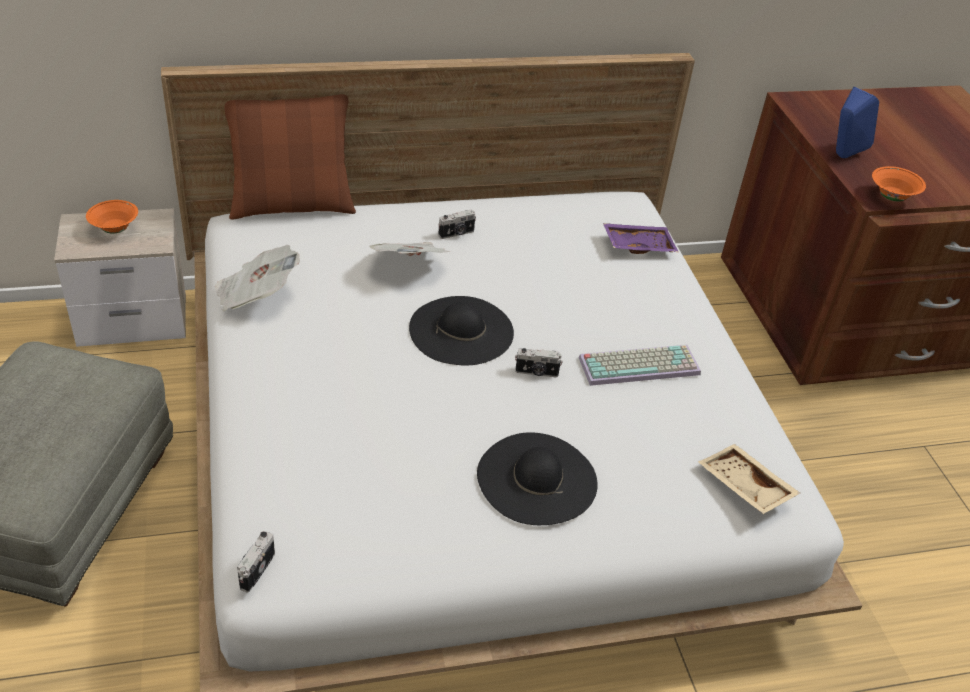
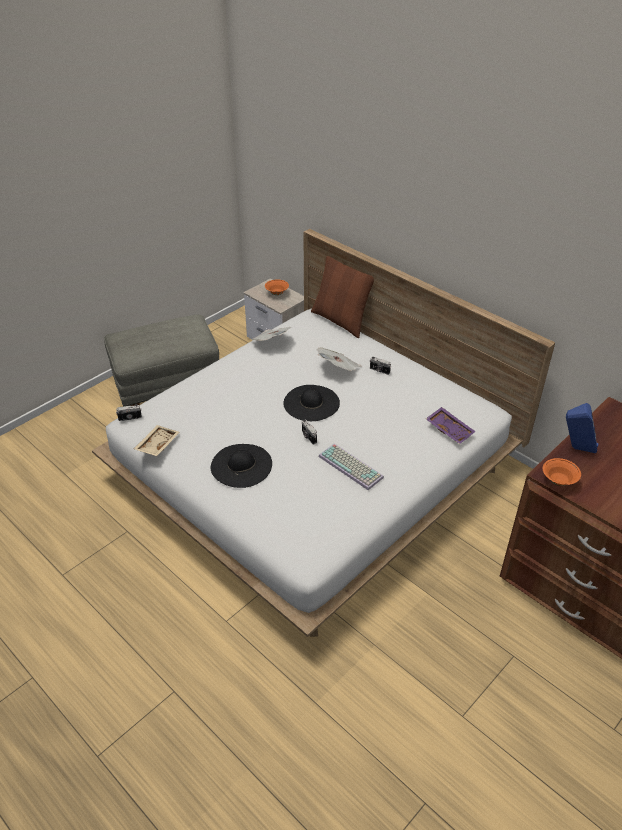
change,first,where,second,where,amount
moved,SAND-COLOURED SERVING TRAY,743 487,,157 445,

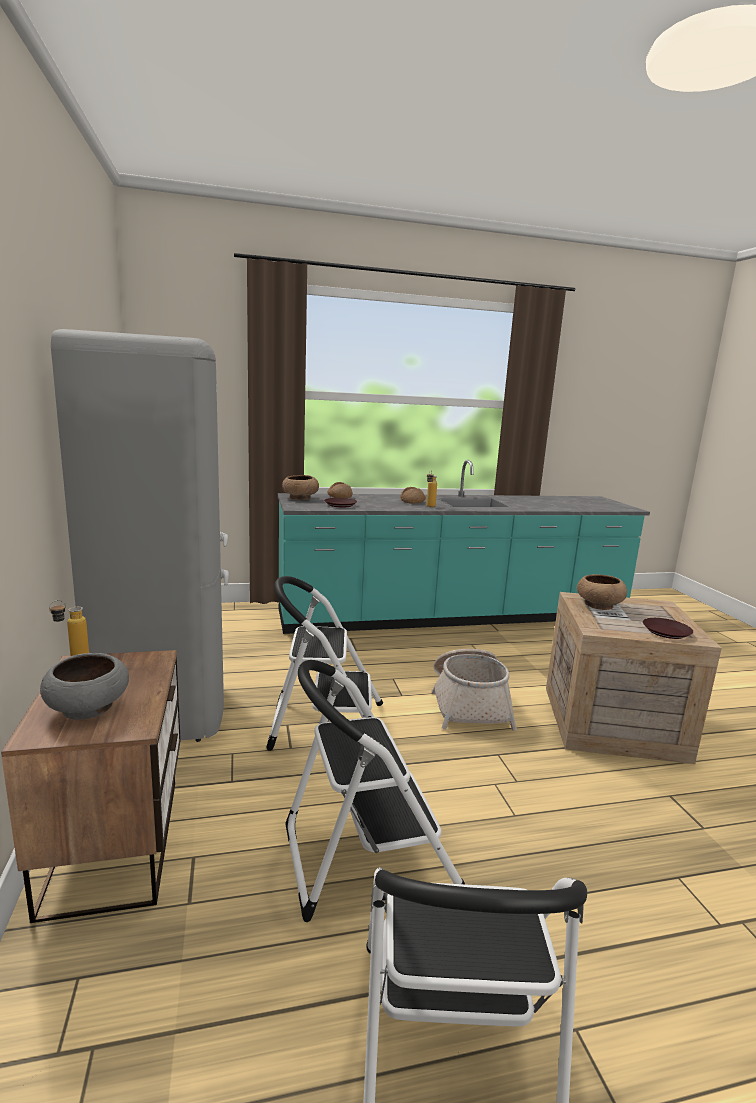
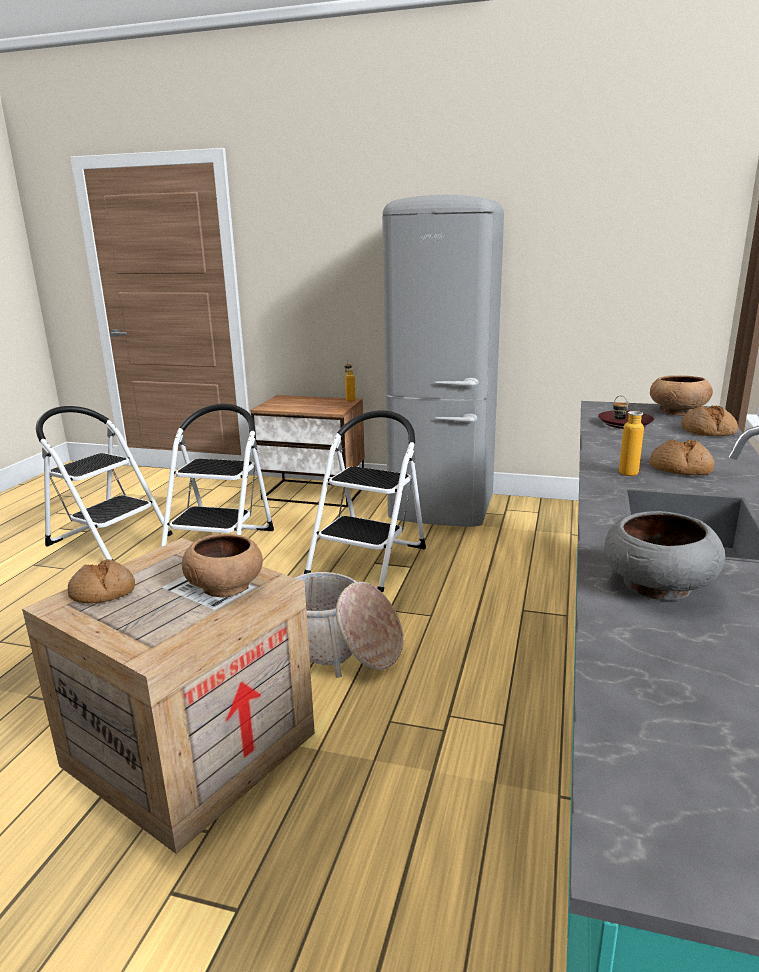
change,first,where,second,where,amount
replaced,BROWNISH FLAT DISH,666 632,BAKERY BREAD,103 593,
moved,GREY SERVING BOWL,88 708,,657 586,

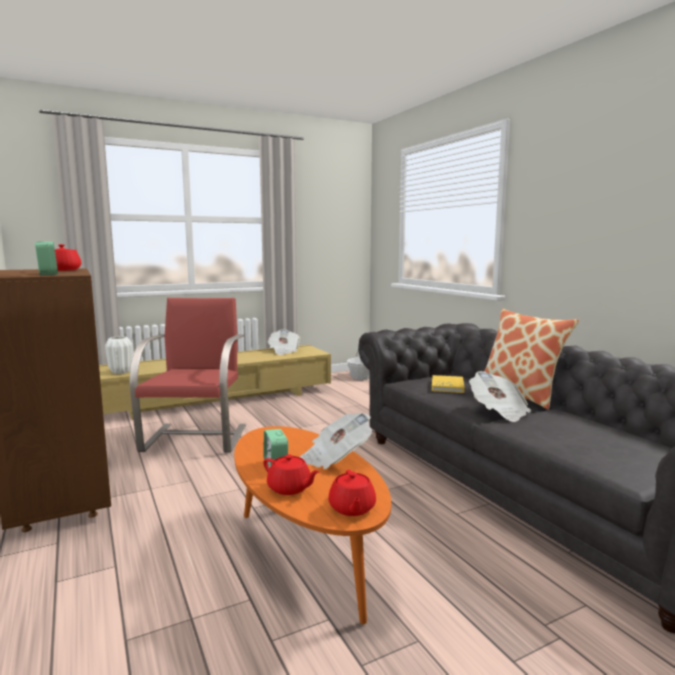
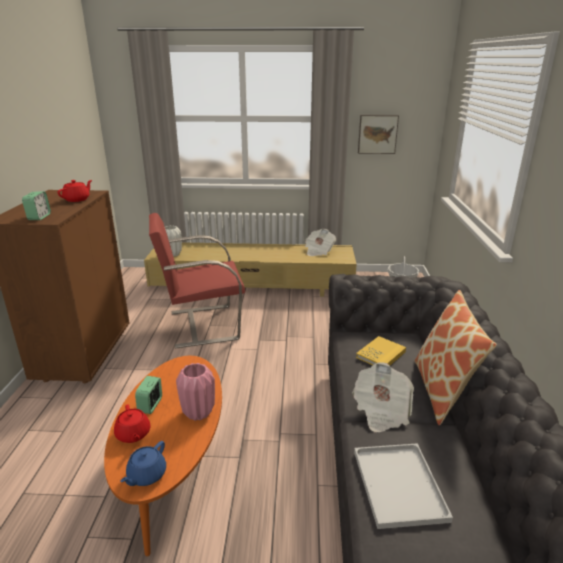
change,first,where,second,where,amount
turned,RED EASY CHAIR,196 437,,202 325,135 degrees counterclockwise
replaced,DAILY PAPER,335 458,PINK FLOWER VASE,198 413,
recoloured,RED TEAPOT,352 508,BLUE-COLOURED TEAPOT,146 475,
added,,,PICTURE,377 134,
added,,,WHITISH SERVING TRAY,397 483,

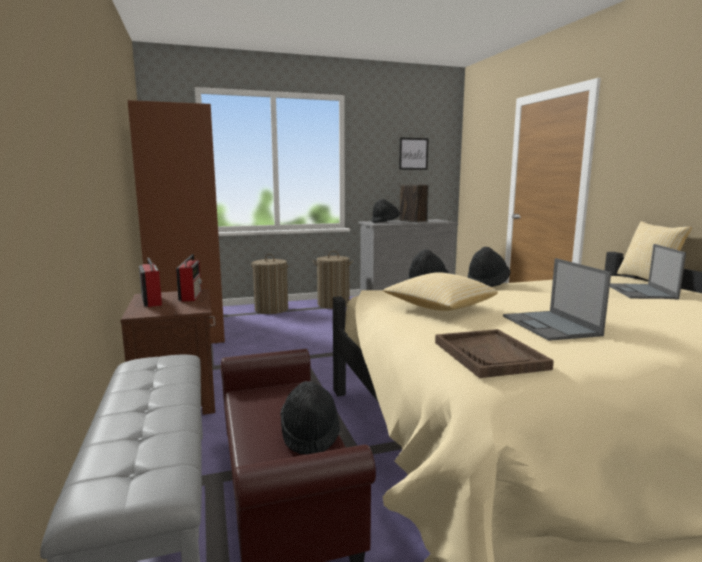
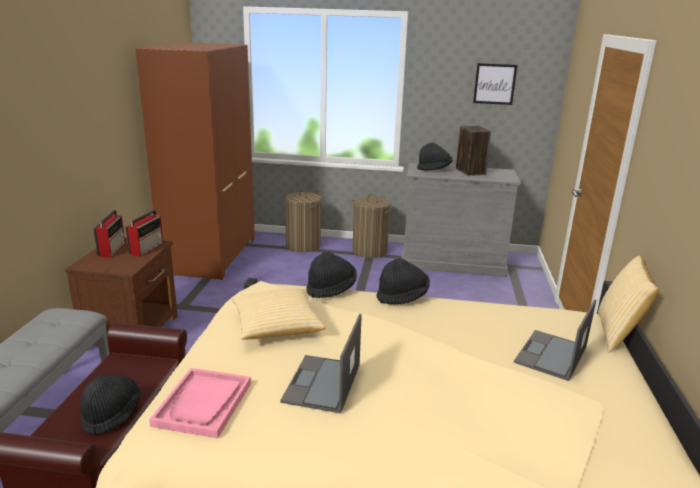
change,first,where,second,where,amount
recoloured,BROWNISH SERVING TRAY,489 355,PINK SERVING TRAY,203 404,

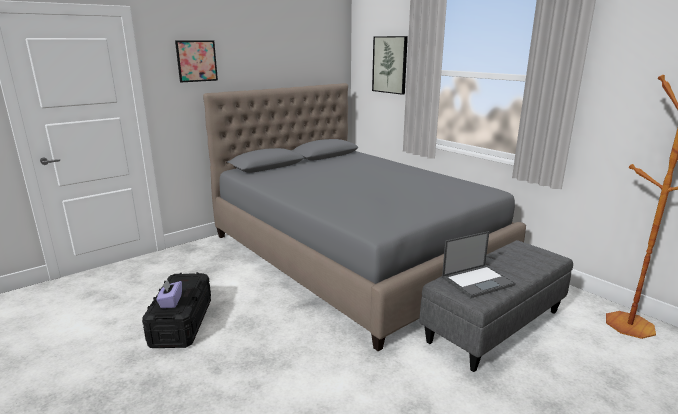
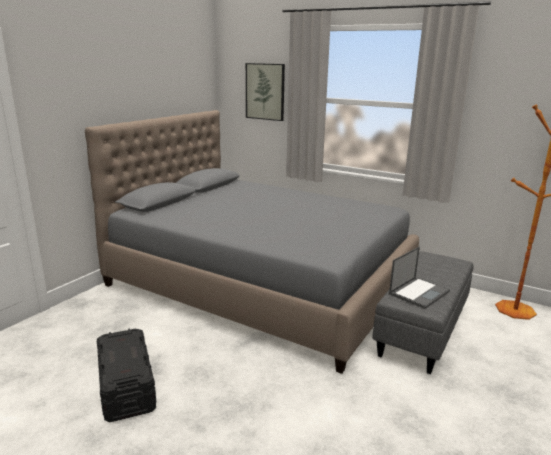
change,first,where,second,where,amount
removed,PICTURE,196 61,,,
removed,PURPLE-COLOURED BOX OF TISSUES,171 302,,,

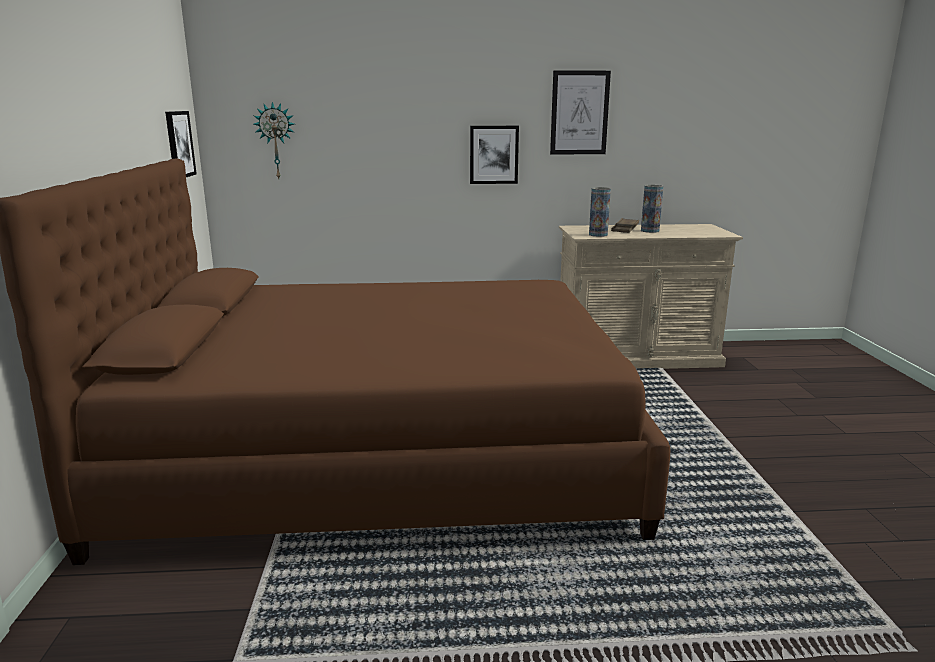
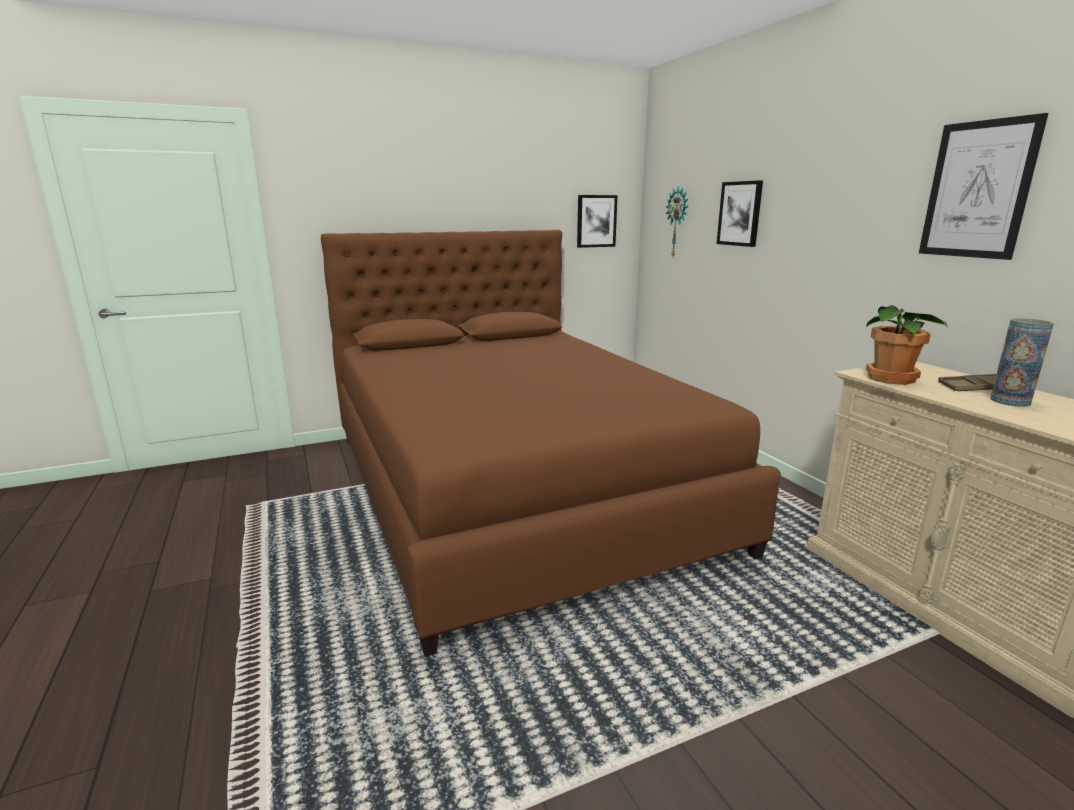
change,first,where,second,where,amount
moved,PICTURE,494 154,,740 213,
replaced,FLOWER VASE,598 235,PLANT IN A POT,892 378,

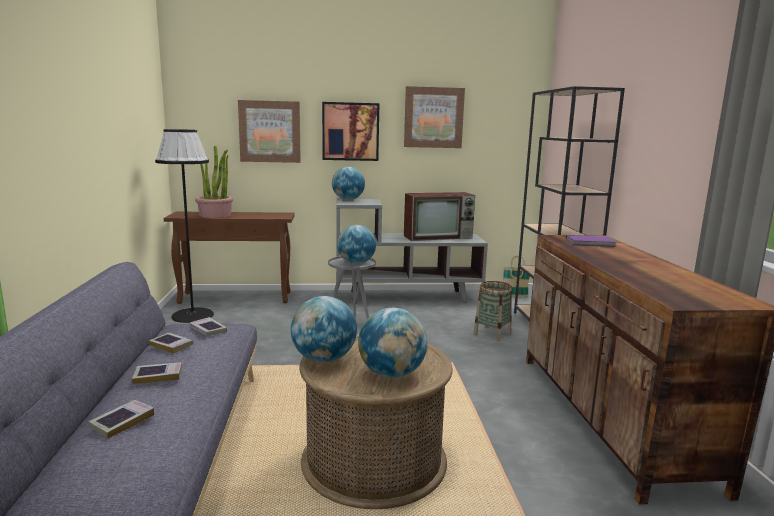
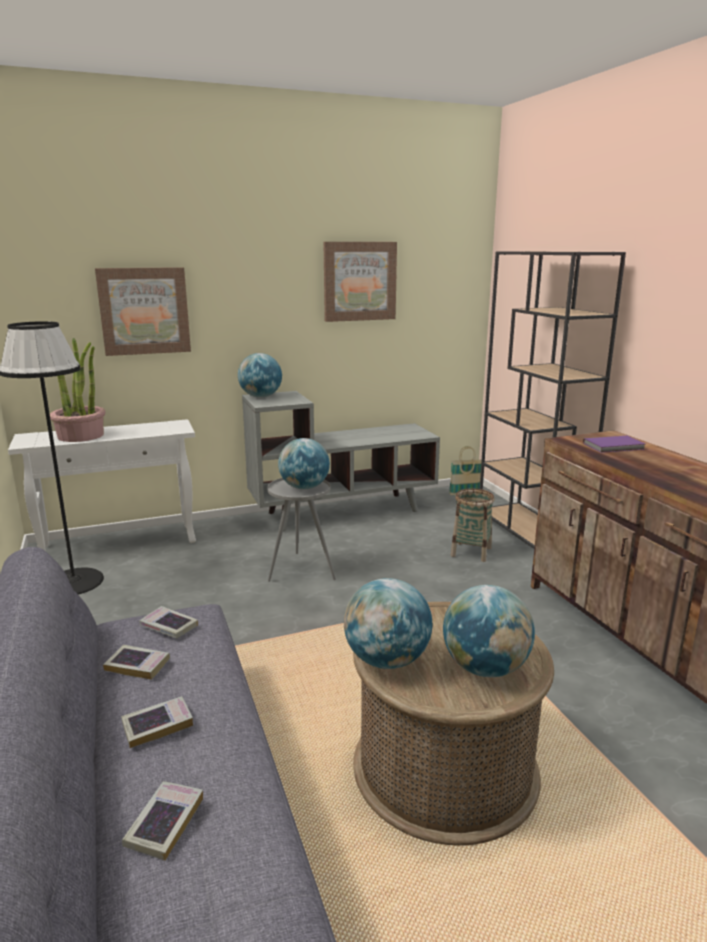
change,first,where,second,where,amount
removed,PICTURE,350 131,,,
removed,TV SET,439 237,,,
recoloured,BROWNISH CONSOLE TABLE,236 298,WHITISH CONSOLE TABLE,120 543,

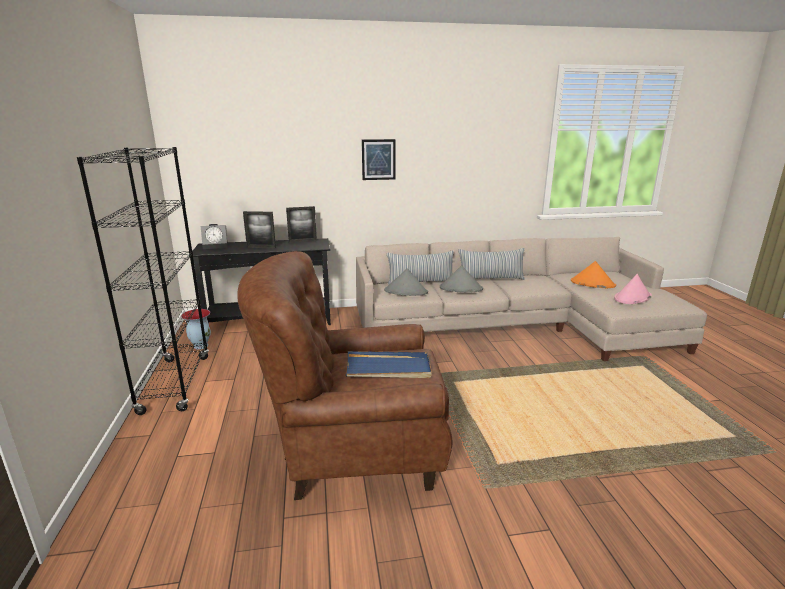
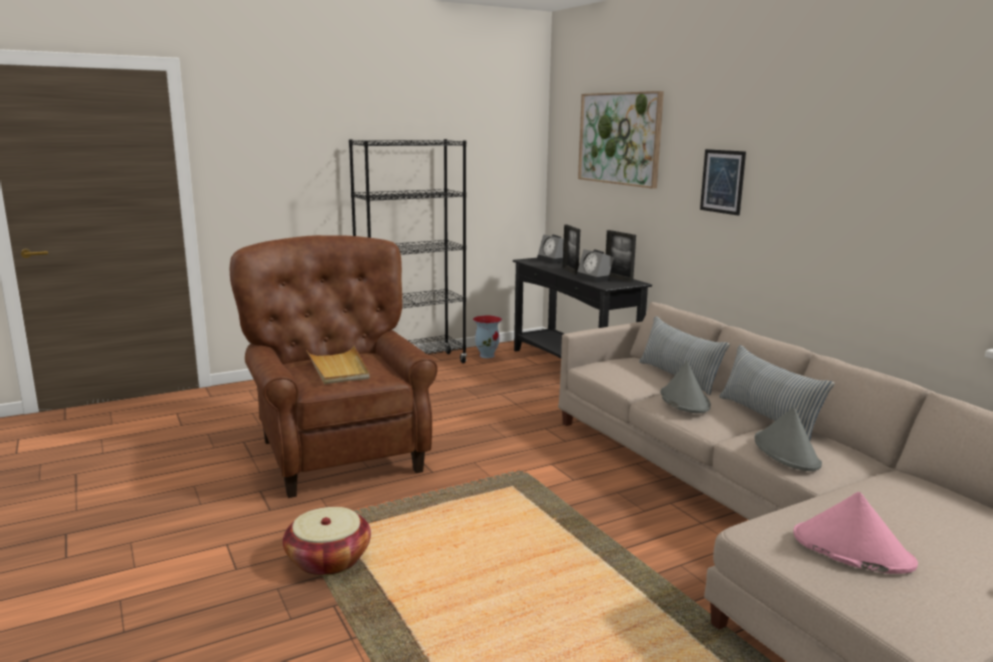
change,first,where,second,where,amount
removed,ORANGE HAT,592 283,,,
moved,GREY HAT,406 291,,787 452,
recoloured,BLUE-COLOURED SERVING TRAY,388 368,SAND-COLOURED SERVING TRAY,338 368,
added,,,PICTURE,619 138,
added,,,ALARM CLOCK,594 278,
added,,,BASKET,328 560,

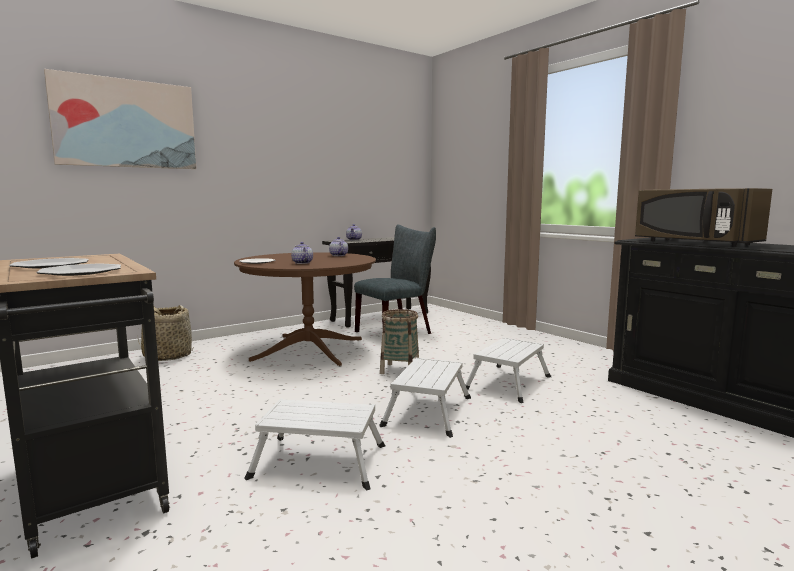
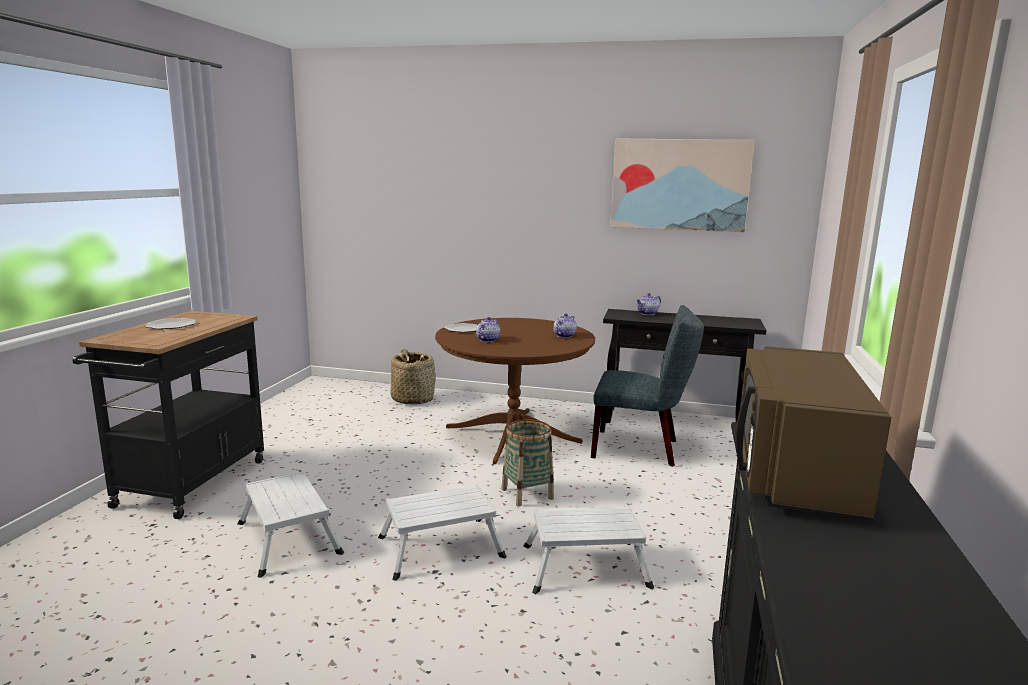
change,first,where,second,where,amount
moved,PICTURE,126 124,,679 185,
removed,FLAT DISH,81 272,,,

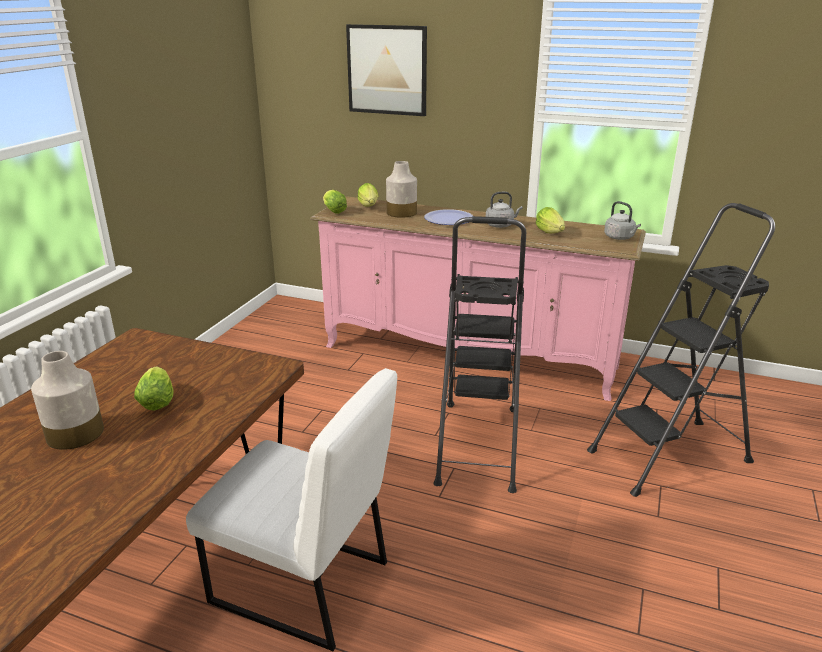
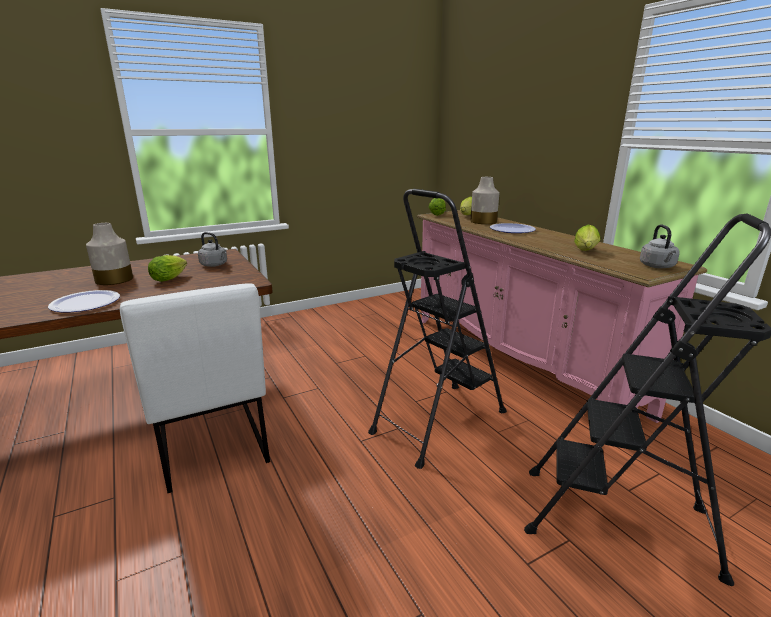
change,first,where,second,where,amount
removed,PICTURE,387 70,,,
moved,GREY TEA KETTLE,501 225,,215 265,
added,,,FLAT DISH,85 303,

